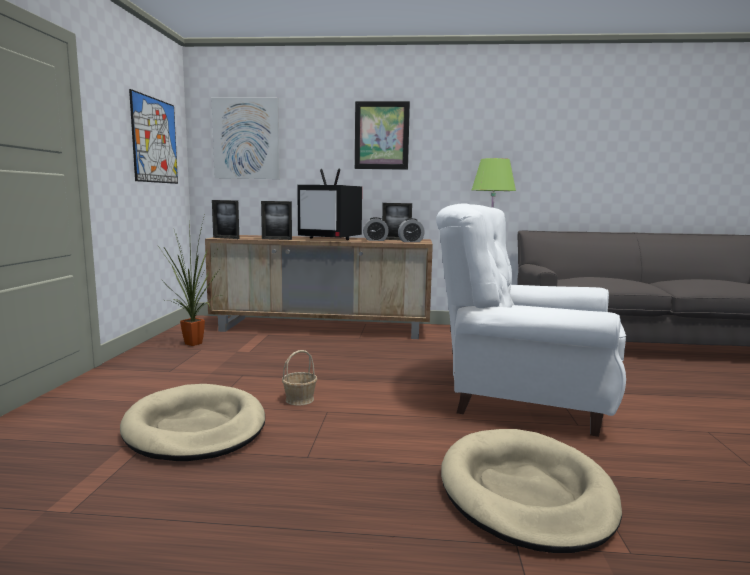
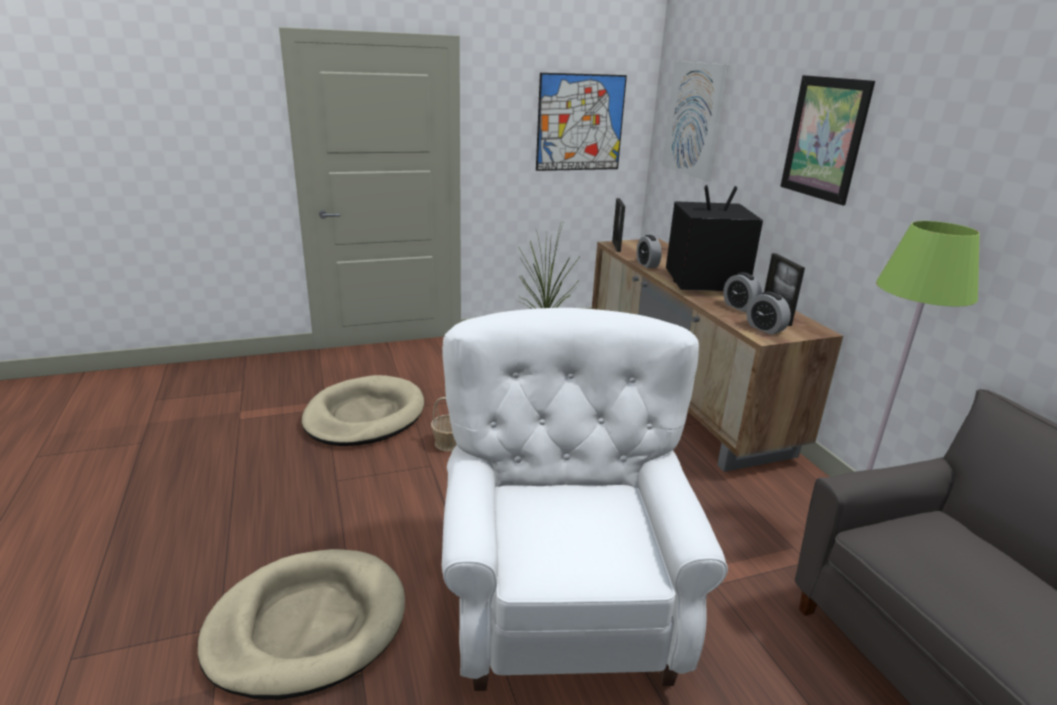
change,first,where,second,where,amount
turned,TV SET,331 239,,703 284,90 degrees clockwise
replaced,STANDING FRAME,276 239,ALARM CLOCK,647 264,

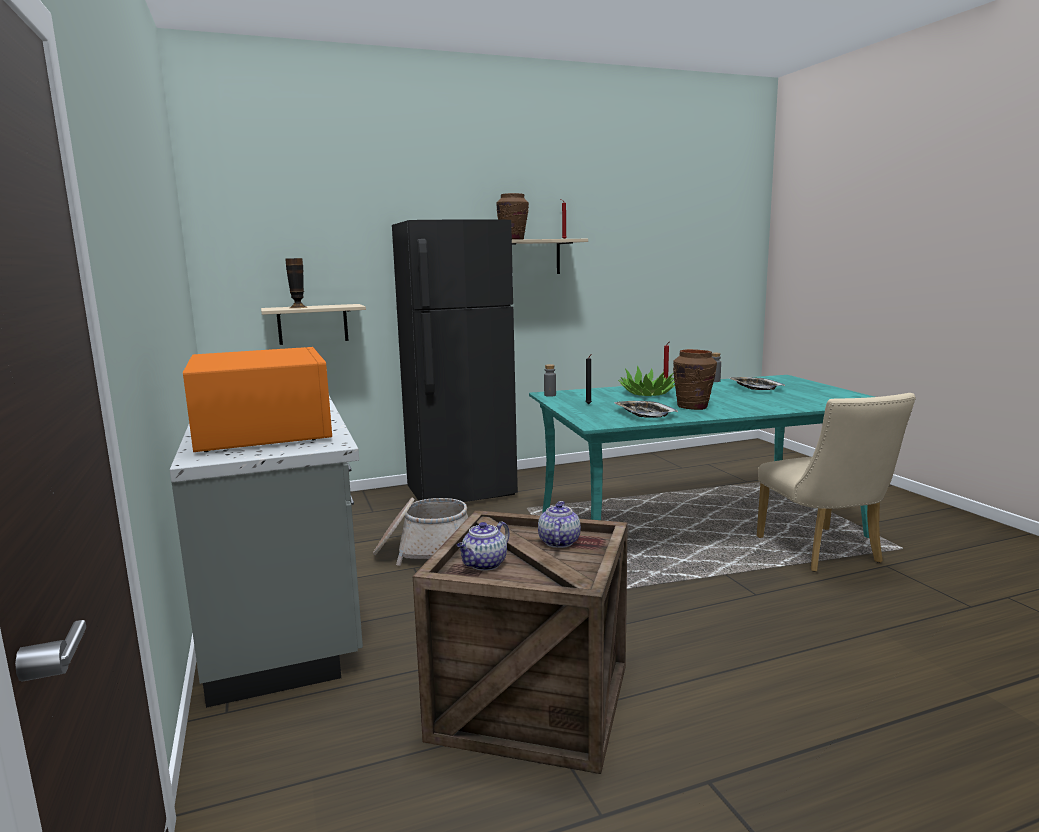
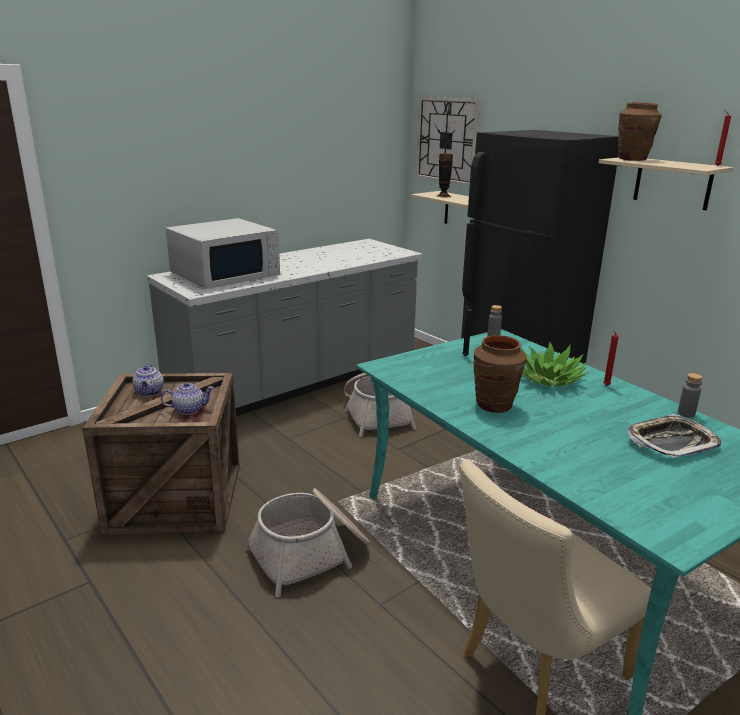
change,first,where,second,where,amount
recoloured,ORANGE MICROWAVE OVEN,263 431,WHITISH MICROWAVE OVEN,226 275,
removed,SERVING TRAY,644 414,,,
turned,TEAPOT,484 564,,149 392,120 degrees counterclockwise
added,,,HANGING CLOCK,447 140,
added,,,BASKET,310 553,

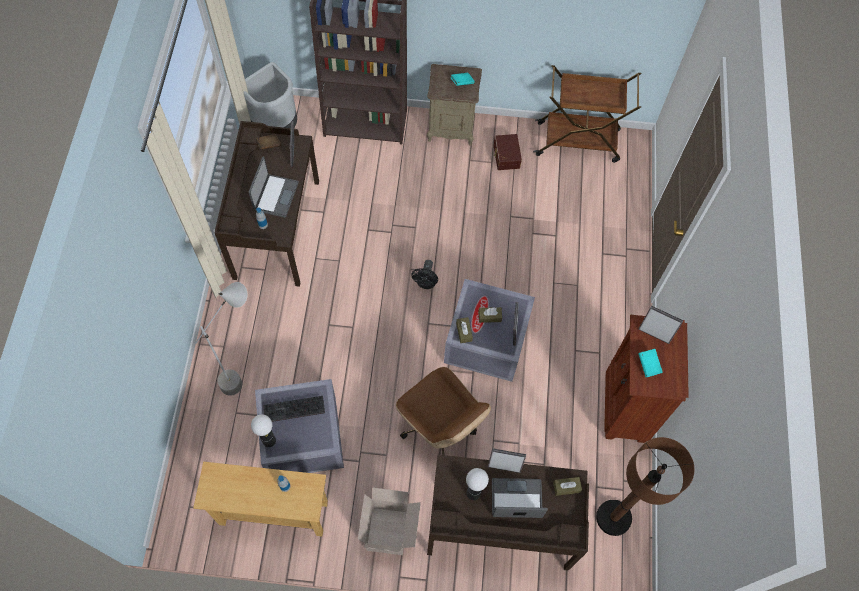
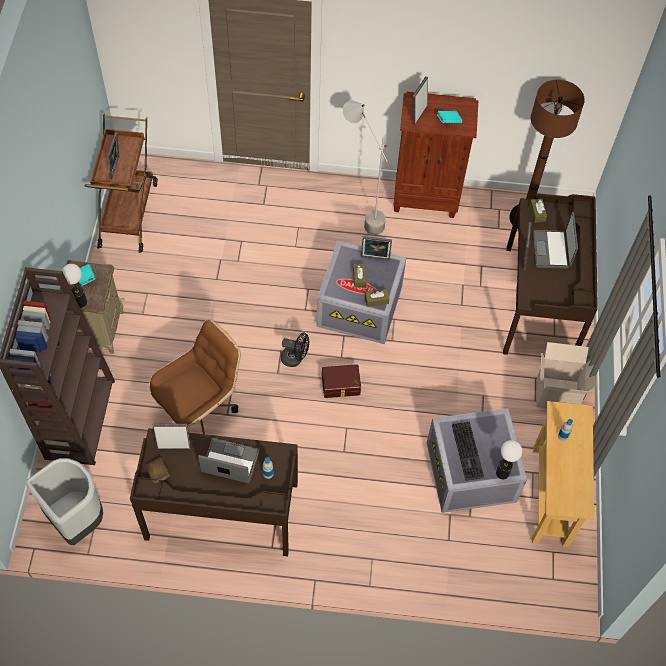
change,first,where,second,where,amount
moved,BROWNISH STORAGE BOX,505 156,,341 386,
moved,GREY STANDING LAMP,245 372,,361 216,
moved,BROWNISH COMPUTER CHAIR,439 430,,201 413,
moved,LAMP FOR A TABLE,473 493,,80 302,
added,,,STANDING FRAME,116 168,

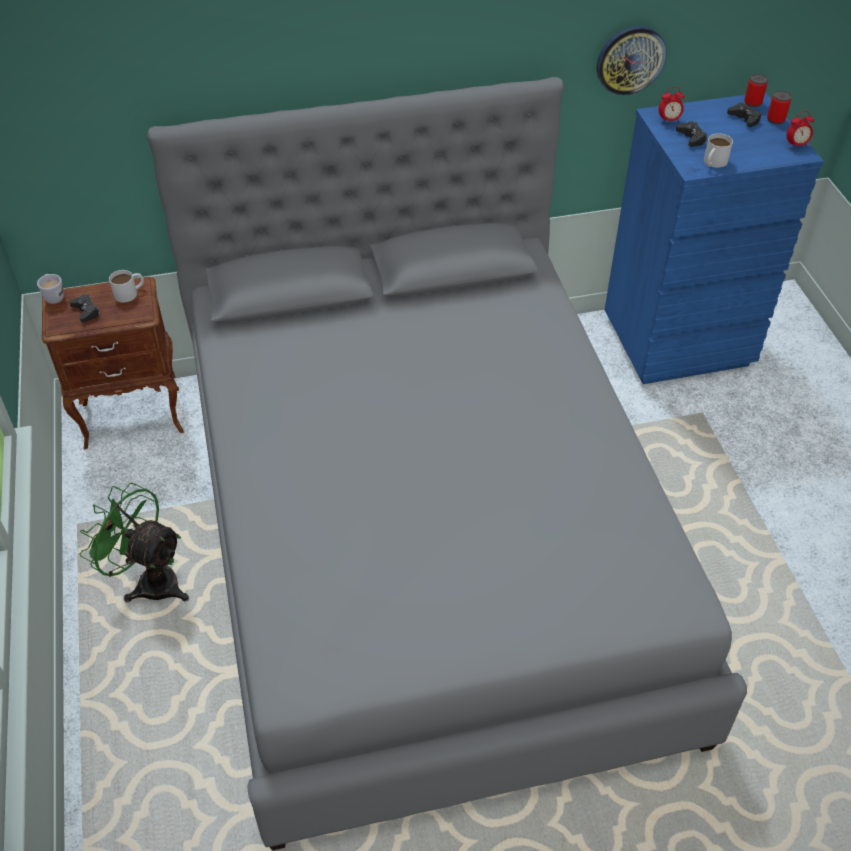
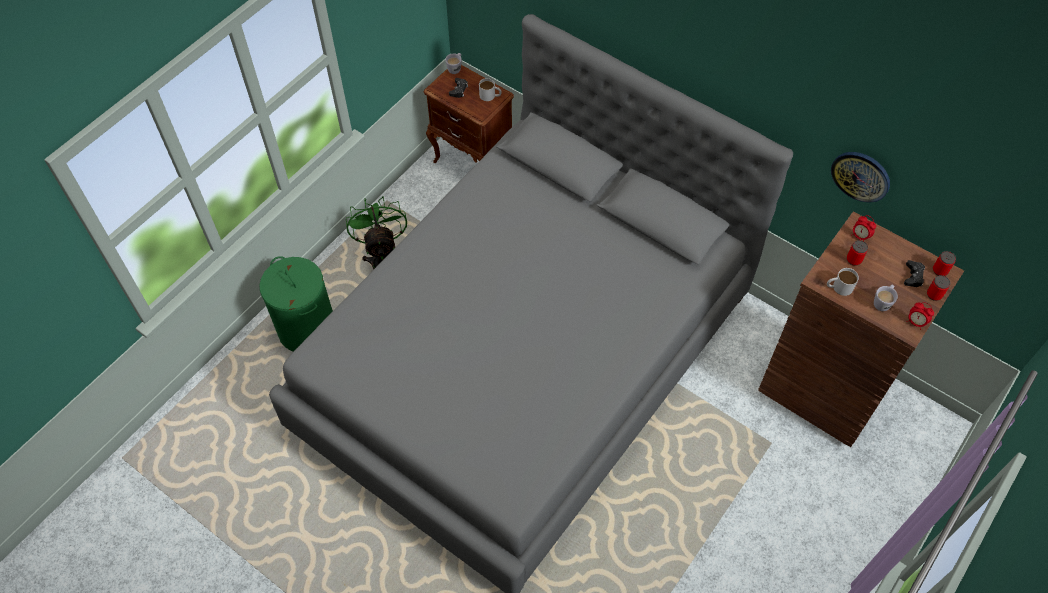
change,first,where,second,where,amount
recoloured,BLUE-COLOURED DRAWER CHEST,678 341,BROWNISH DRAWER CHEST,825 389,
replaced,BLACK GAMEPAD,691 138,CAN,854 259,
added,,,GREEN-COLOURED WASHING BASKET,307 329,
added,,,WHITISH COFFEE MUG,882 302,

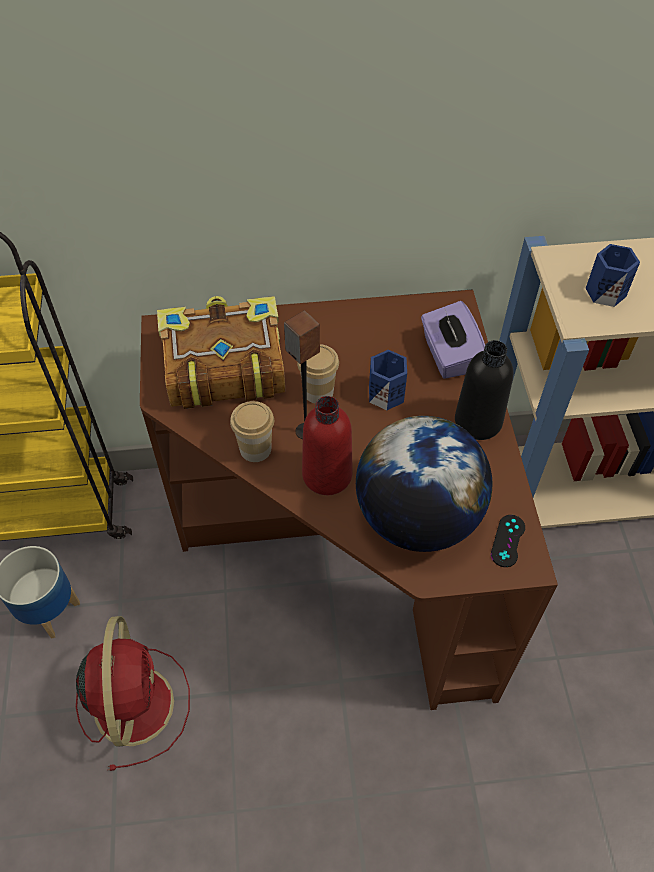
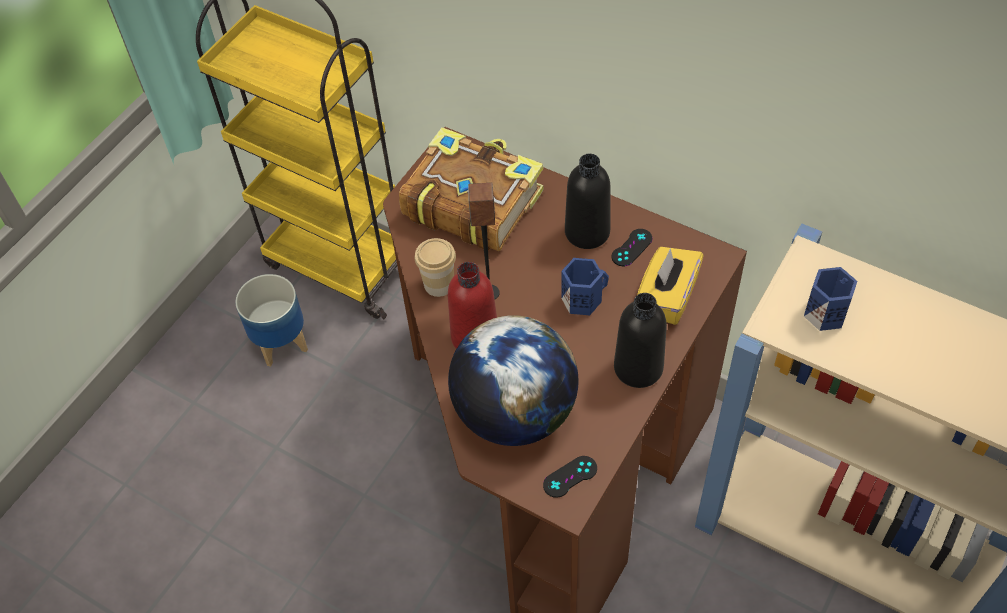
change,first,where,second,where,amount
recoloured,PURPLE-COLOURED BOX OF TISSUES,449 355,YELLOWISH BOX OF TISSUES,666 298,
removed,DRINKING CUP,318 392,,,
removed,RED FAN,134 701,,,
added,,,BLACK DRINK BOTTLE,587 232,
added,,,BLACK GAMEPAD,631 247,

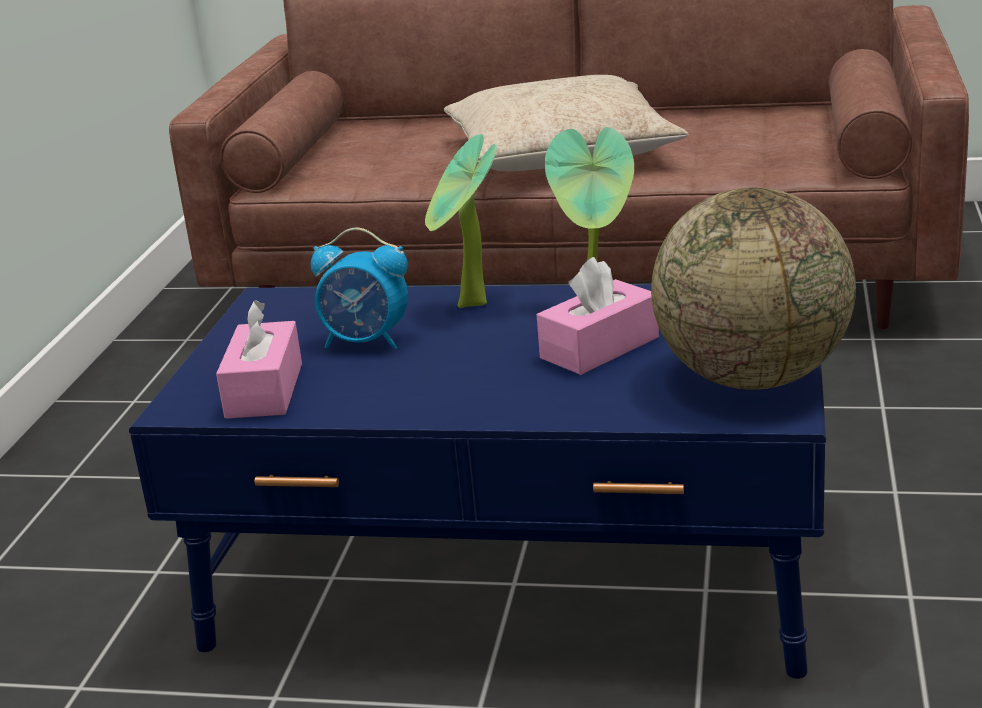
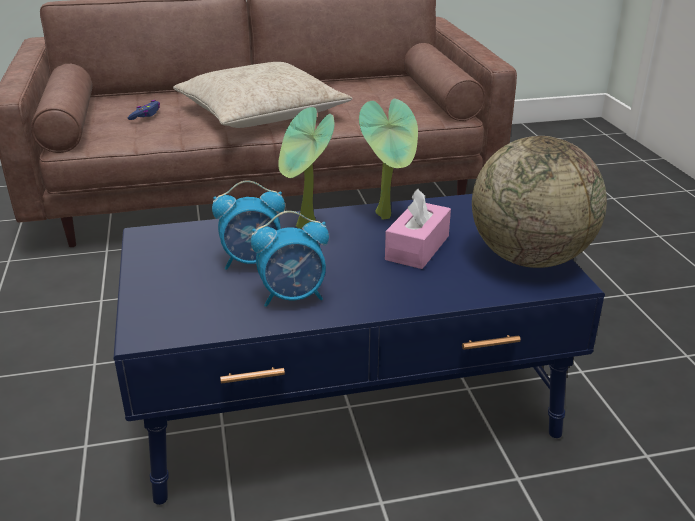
change,first,where,second,where,amount
removed,PINK BOX OF TISSUES,264 390,,,
added,,,BLUE-COLOURED GAMEPAD,145 115,
added,,,ALARM CLOCK,293 297,

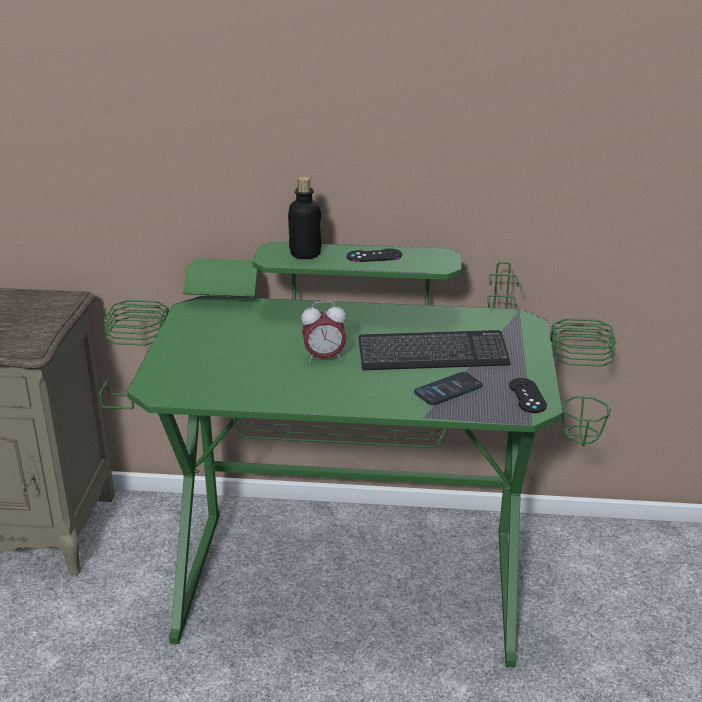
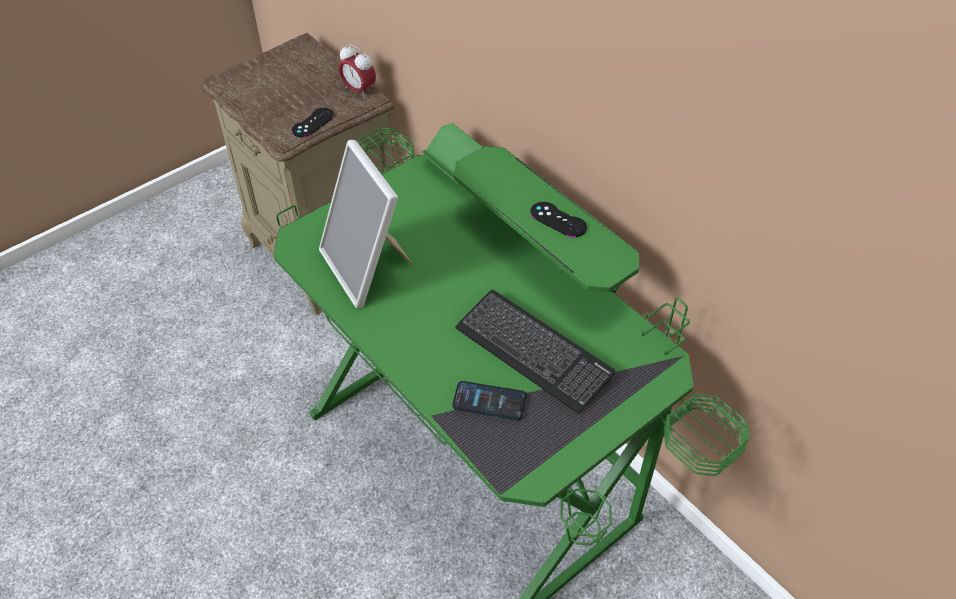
change,first,where,second,where,amount
removed,DRINK BOTTLE,305 254,,,
moved,ALARM CLOCK,324 358,,359 90,
moved,BLACK GAMEPAD,527 396,,313 123,
added,,,STANDING FRAME,368 268,

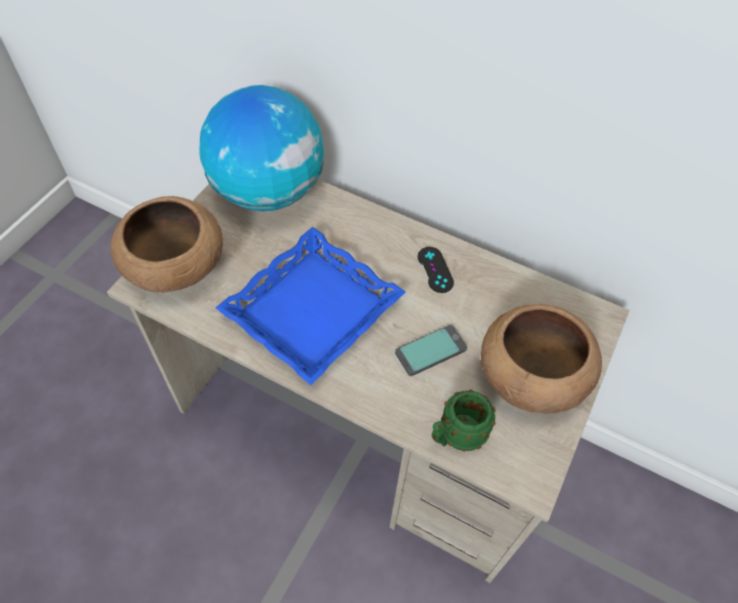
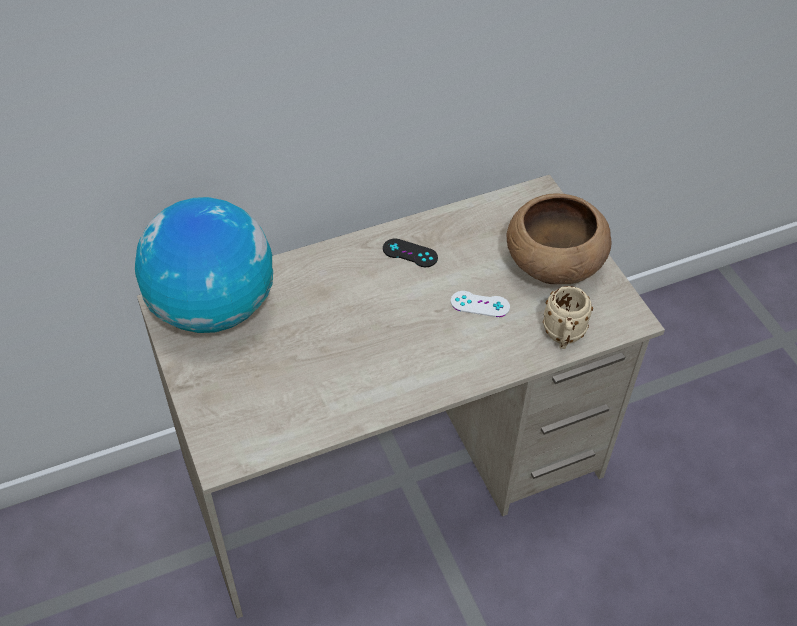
change,first,where,second,where,amount
removed,BROWNISH SERVING BOWL,176 268,,,
removed,BLUE-COLOURED SERVING TRAY,313 311,,,
replaced,TELEPHONE,430 350,WHITISH GAMEPAD,480 304,
recoloured,GREEN-COLOURED COFFEE MUG,455 436,SAND-COLOURED COFFEE MUG,563 337,

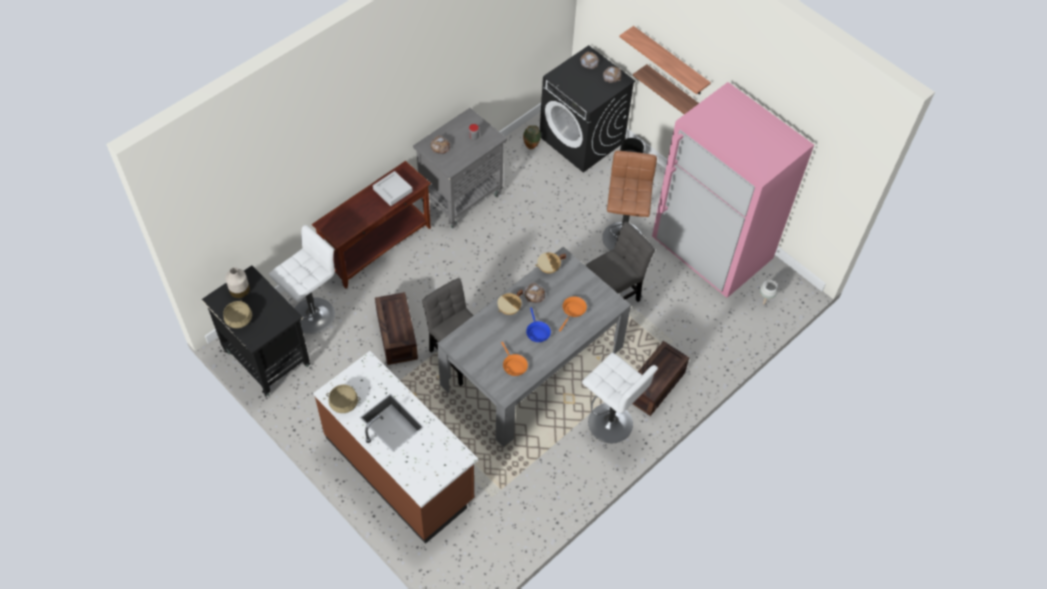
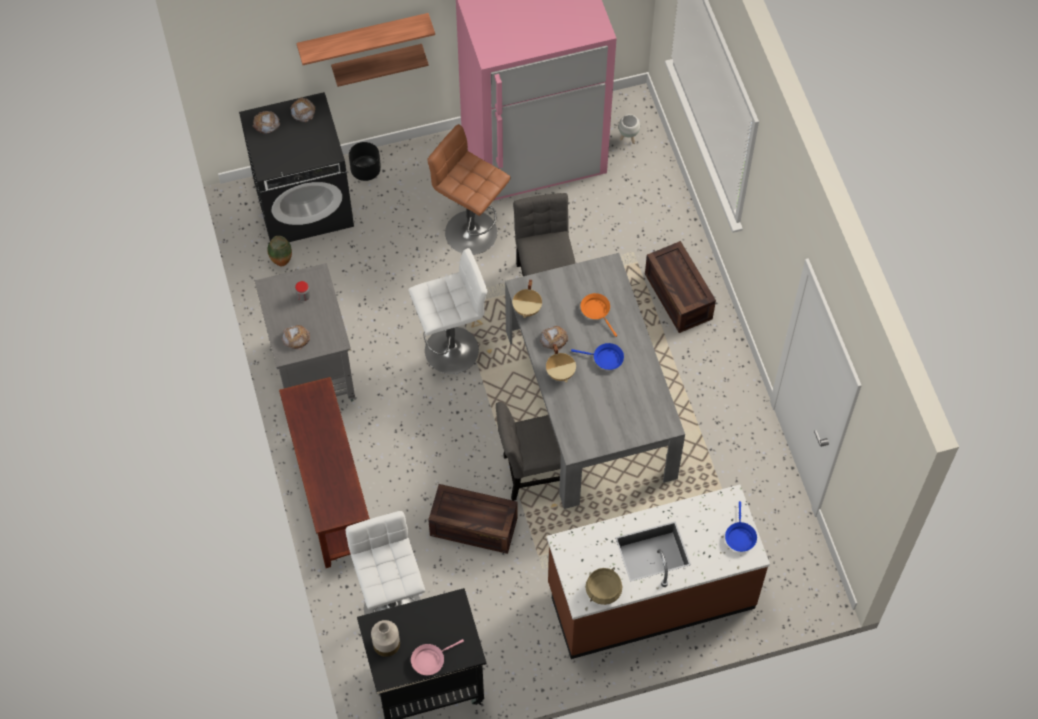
change,first,where,second,where,amount
removed,GREY SERVING TRAY,392 190,,,
replaced,SAND-COLOURED STOCKPOT,238 319,PINK FRYING PAN,430 660,
removed,ORANGE FRYING PAN,513 365,,,
moved,WHITISH STOOL,610 423,,452 350,
added,,,BLUE-COLOURED FRYING PAN,740 536,

